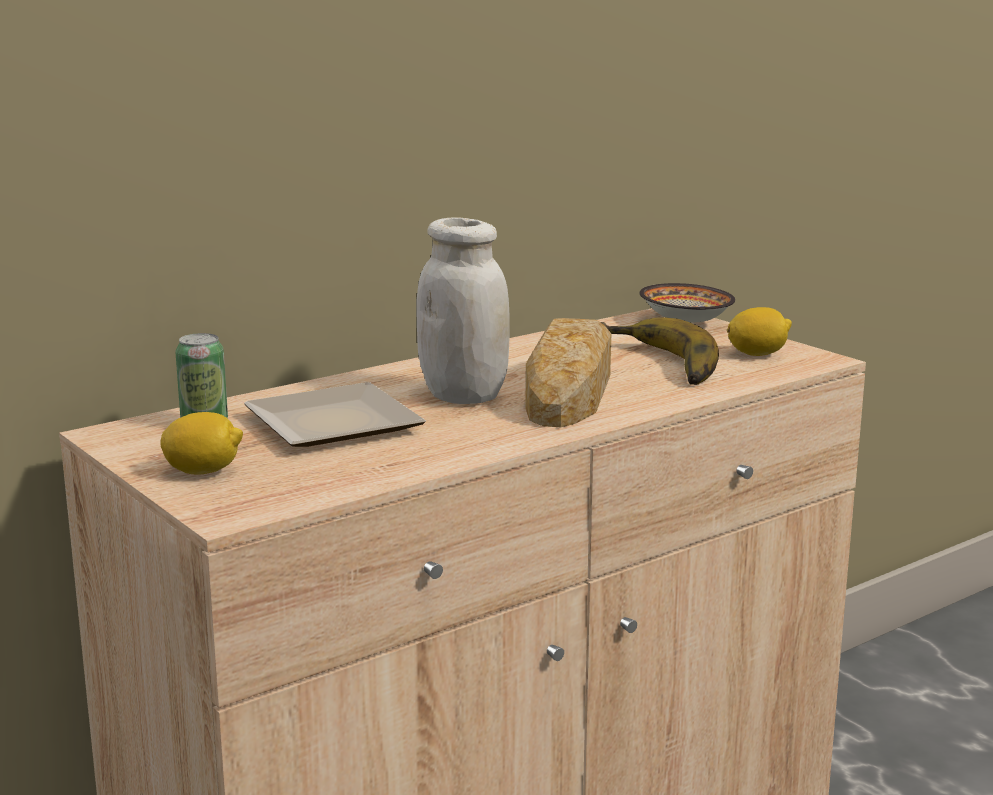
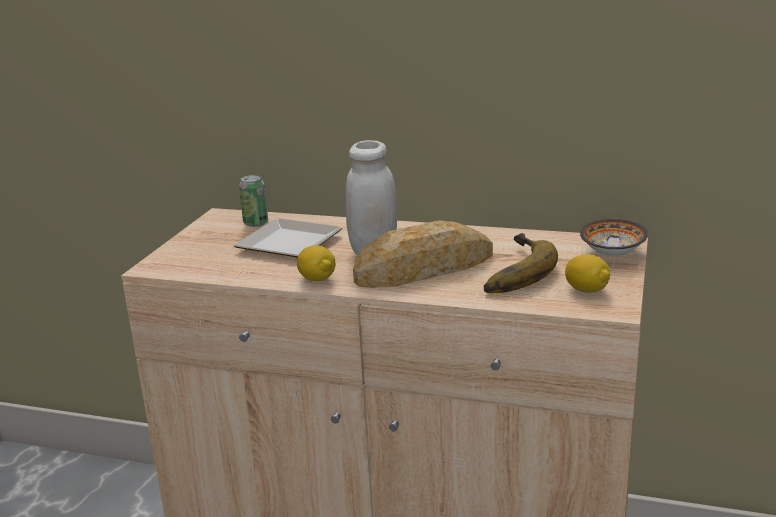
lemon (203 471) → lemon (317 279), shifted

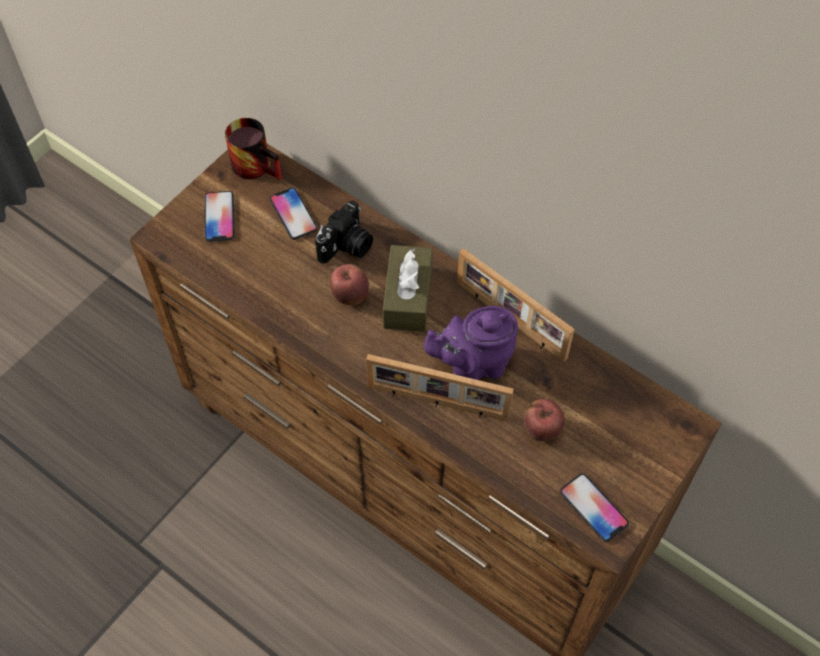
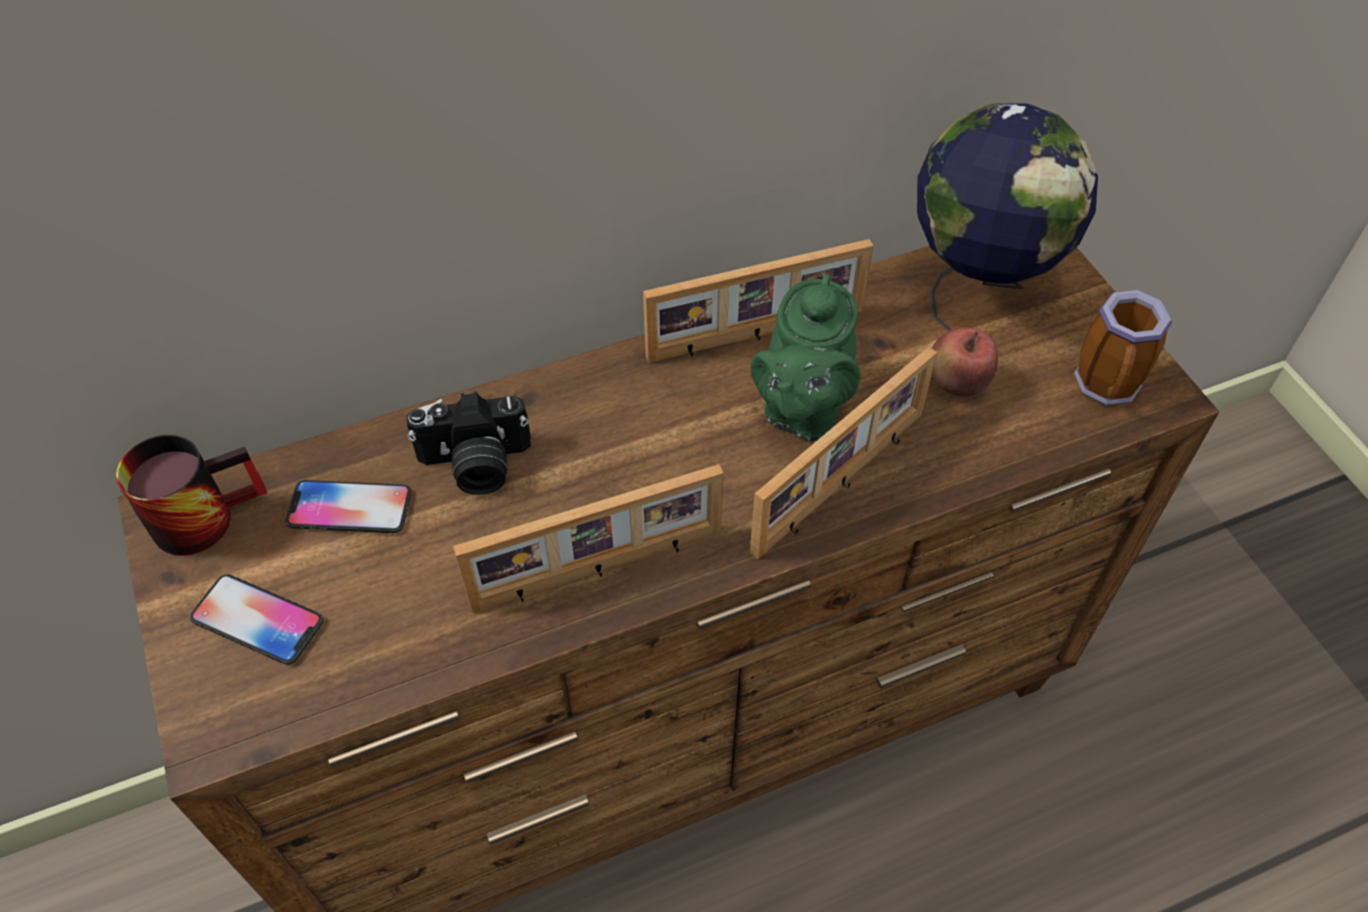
photo camera (347 247) → photo camera (475 465), 105 degrees clockwise
- → picture frame (598 570)
purple teapot (473 364) → green teapot (801 410)
- → globe (978 290)
phone (593 508) → mug (1109 388)
apple (350 296) → -
brown tissue box (408 297) → -

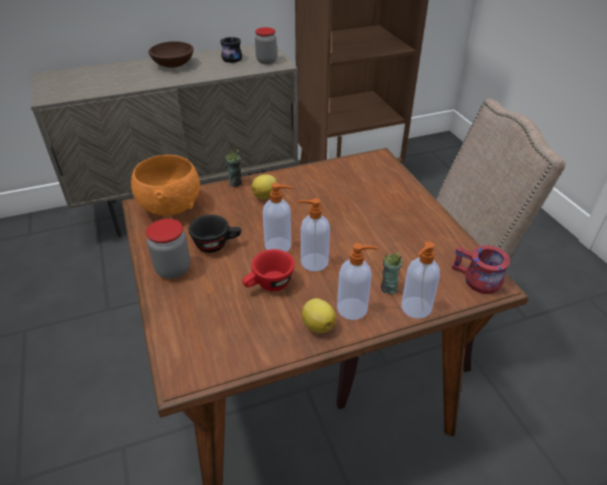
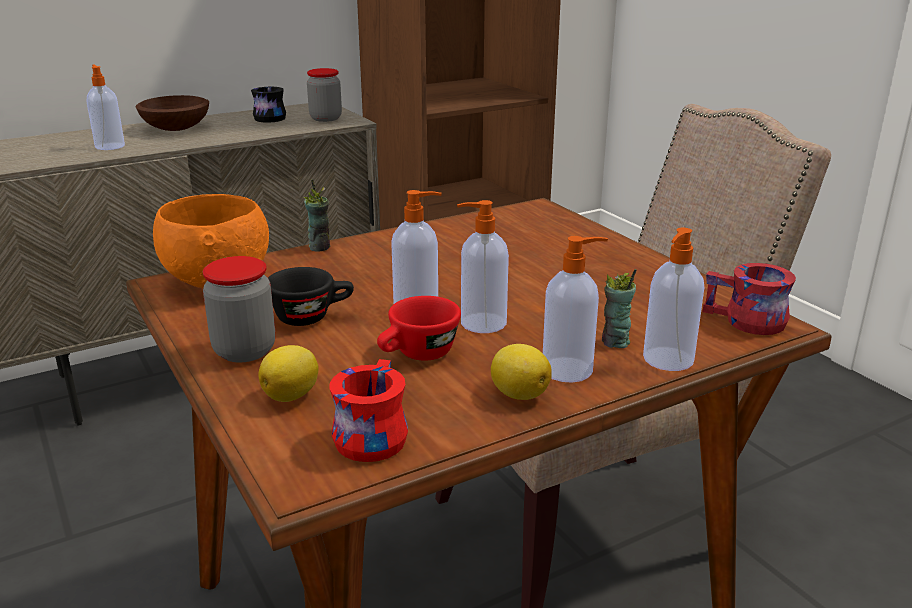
- → soap dispenser (109 146)
lemon (265 196) → lemon (292 395), shifted
- → red mug (368 434)

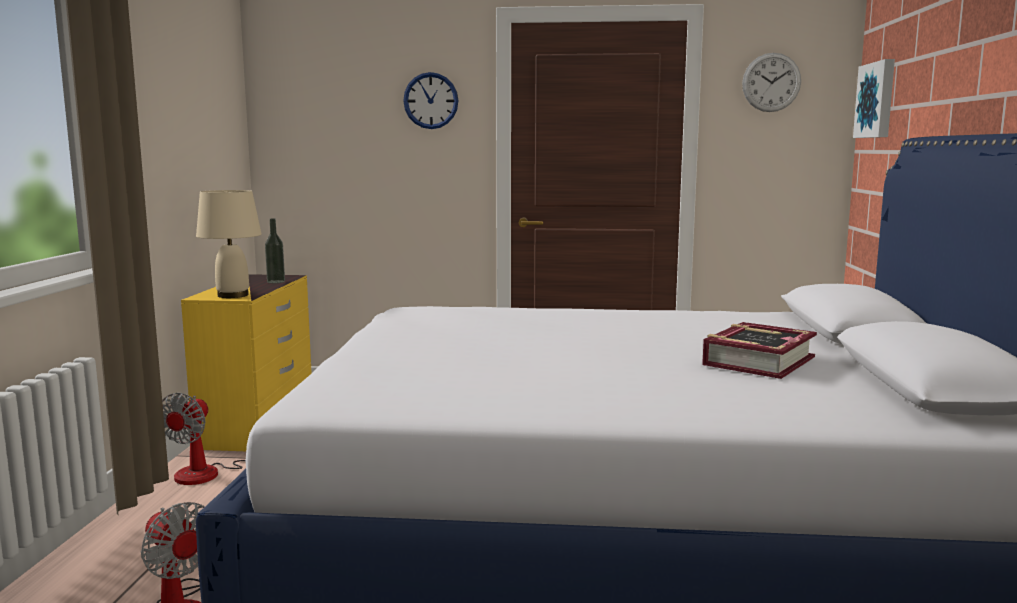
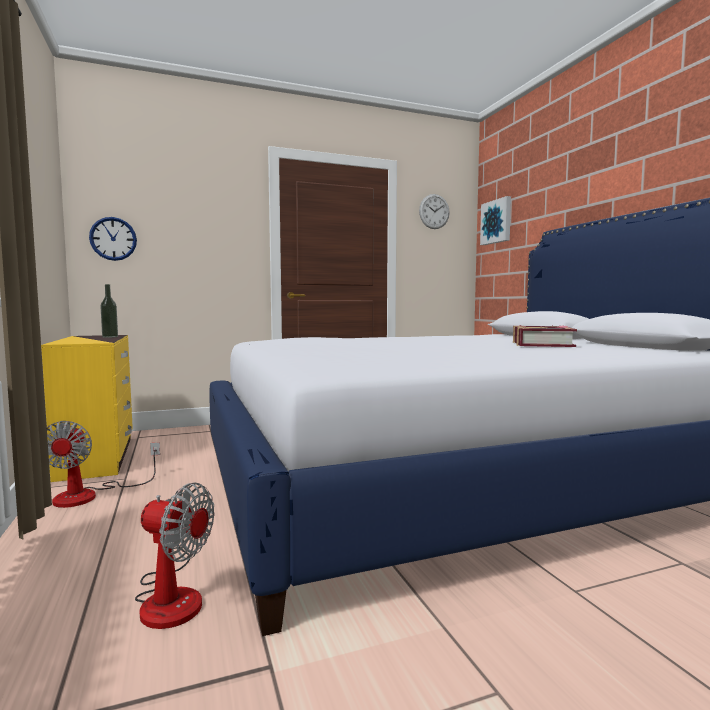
wall clock (431 100) → wall clock (113 239), shifted
beige table lamp (233 295) → -

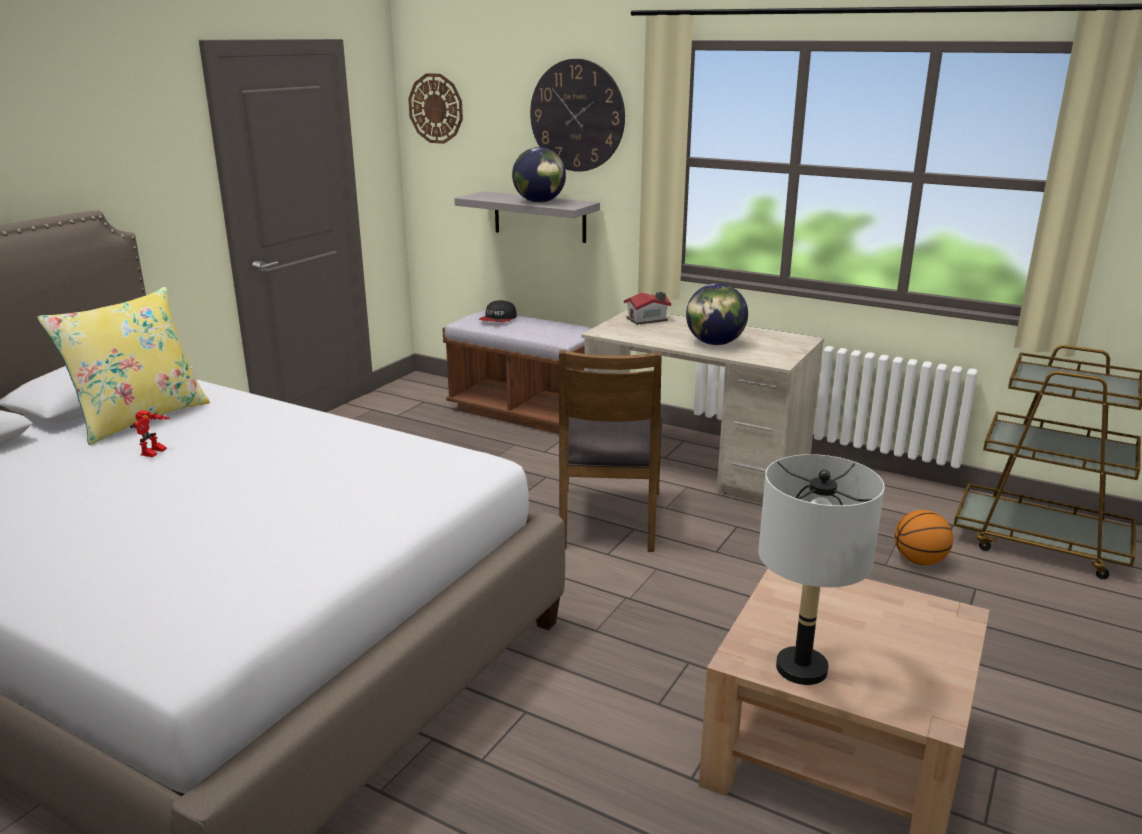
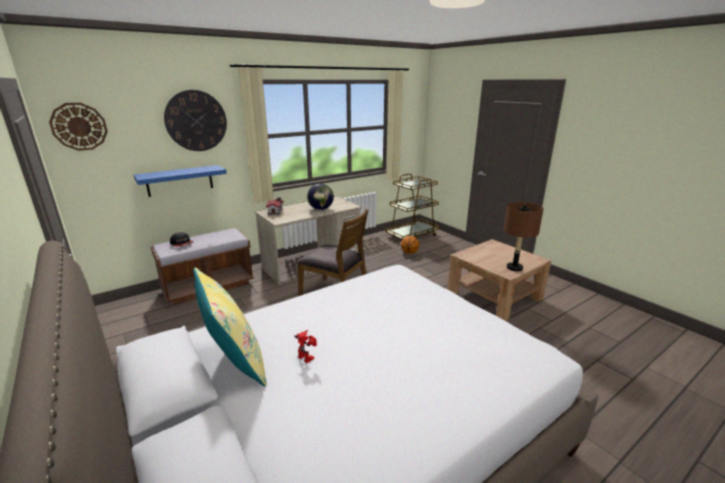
grey shelf (539 217) → blue shelf (180 180)
grey table lamp (802 668) → brown table lamp (514 268)
globe (539 202) → -

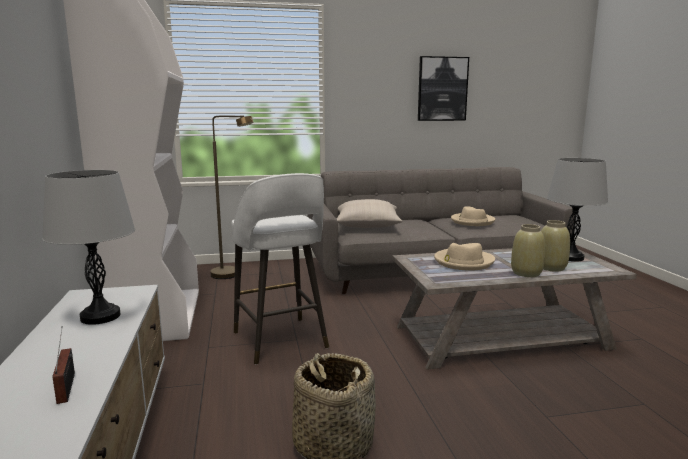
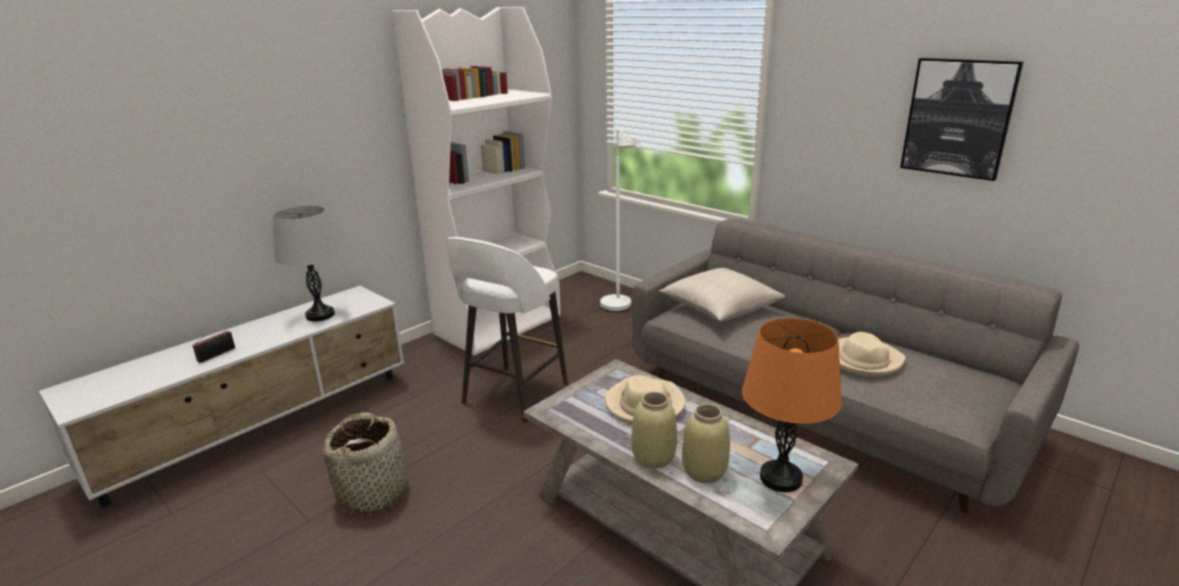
brown floor lamp (232 275) → white floor lamp (618 309)
grey table lamp (570 257) → orange table lamp (781 478)

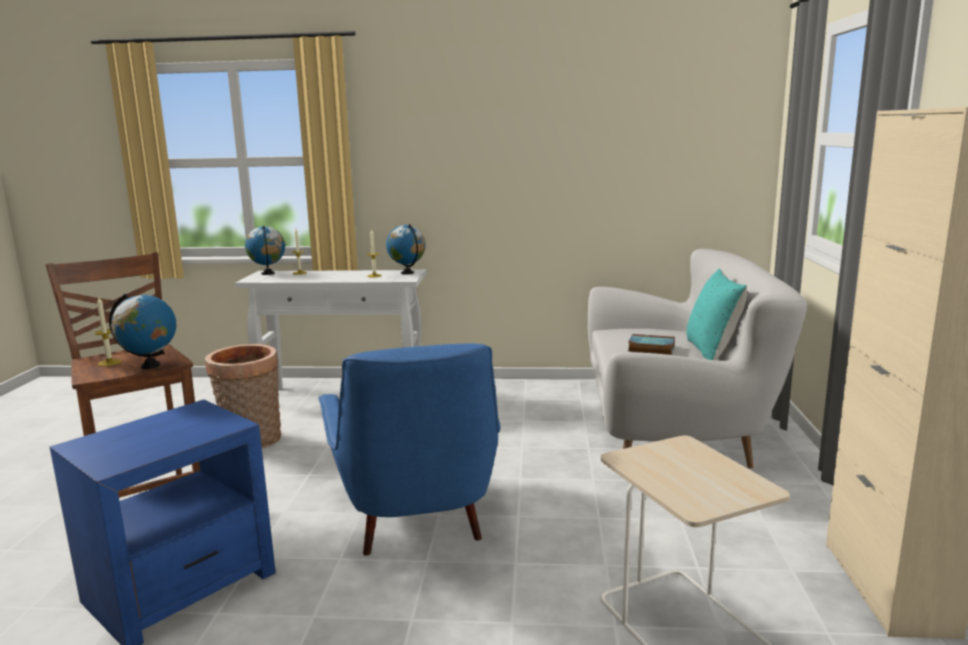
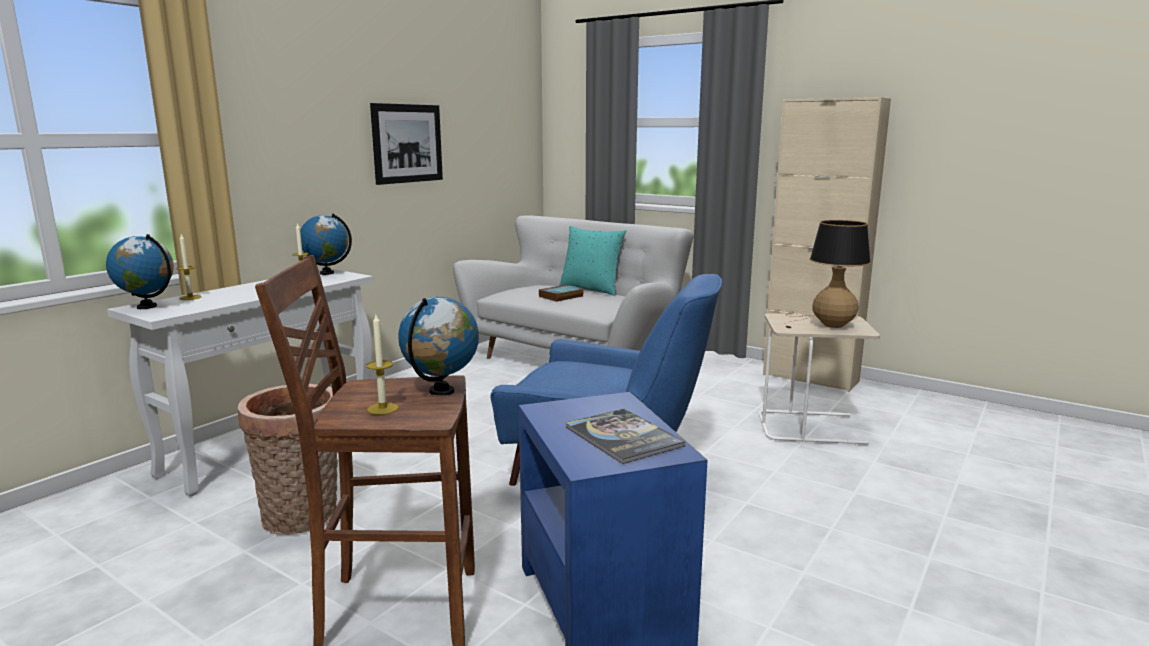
- → picture (407 143)
- → book (623 437)
- → table lamp (826 324)

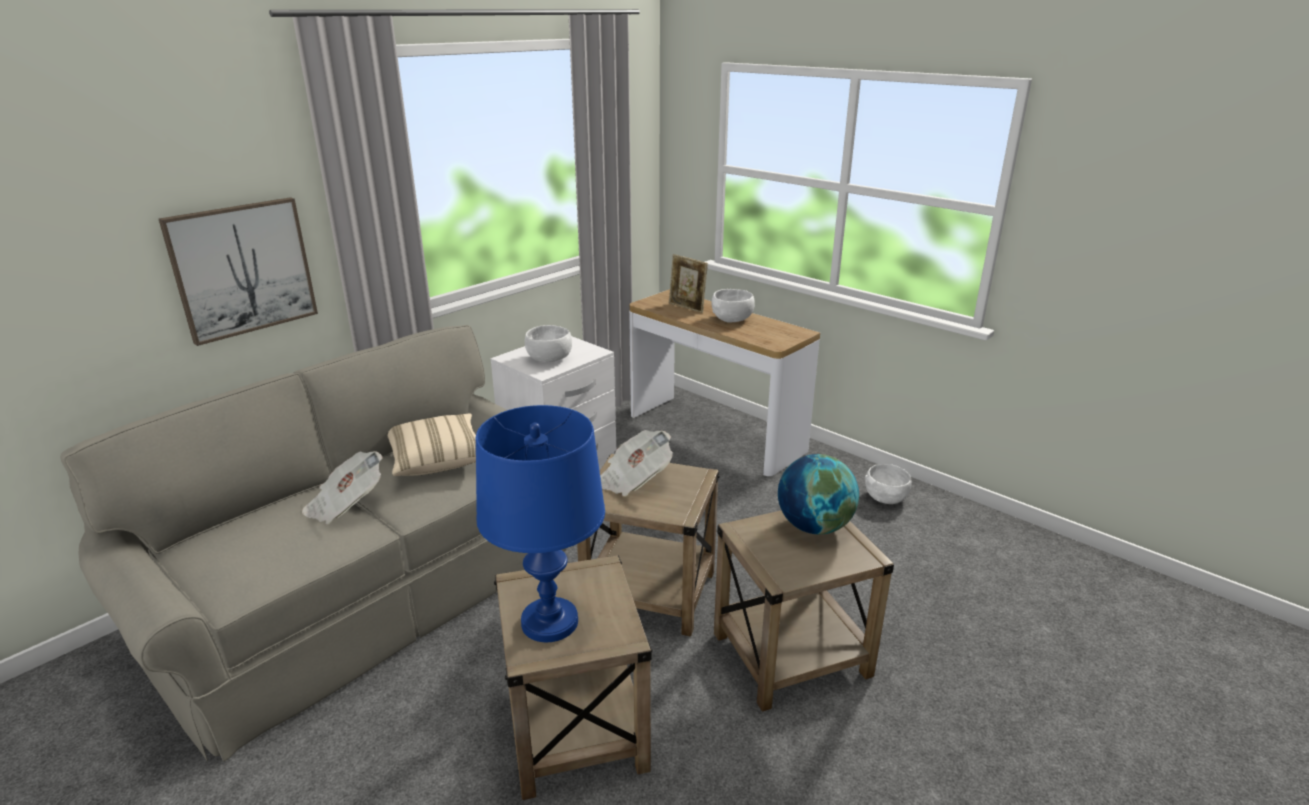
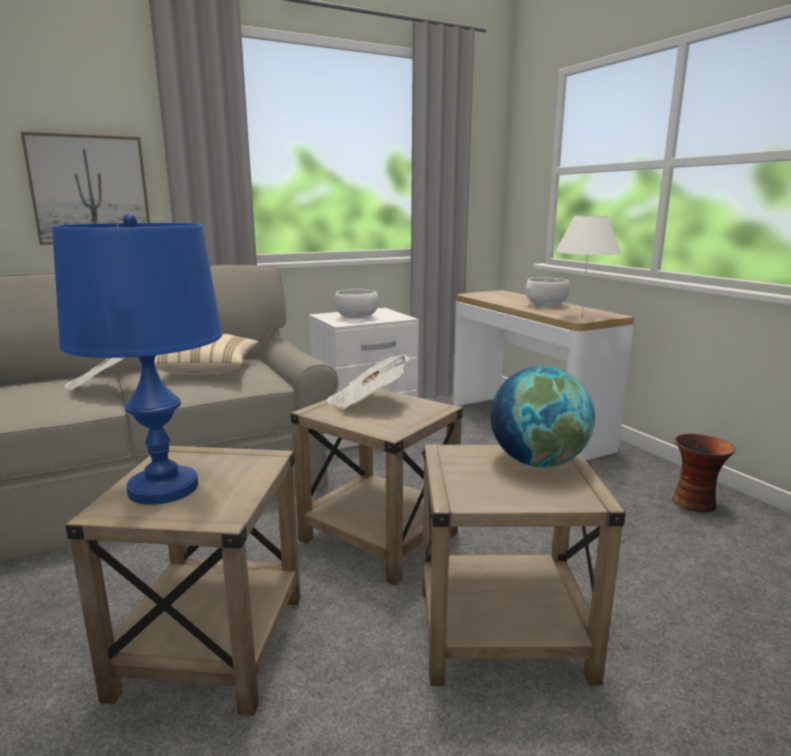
- → white table lamp (581 317)
white bowl (885 497) → vase (695 503)
picture frame (687 307) → -

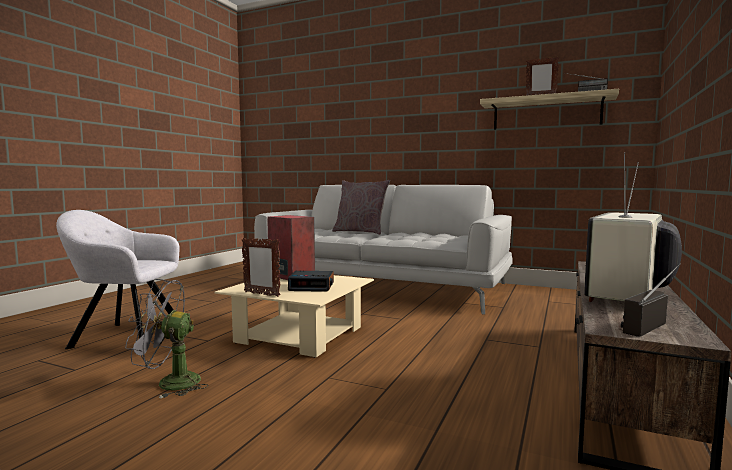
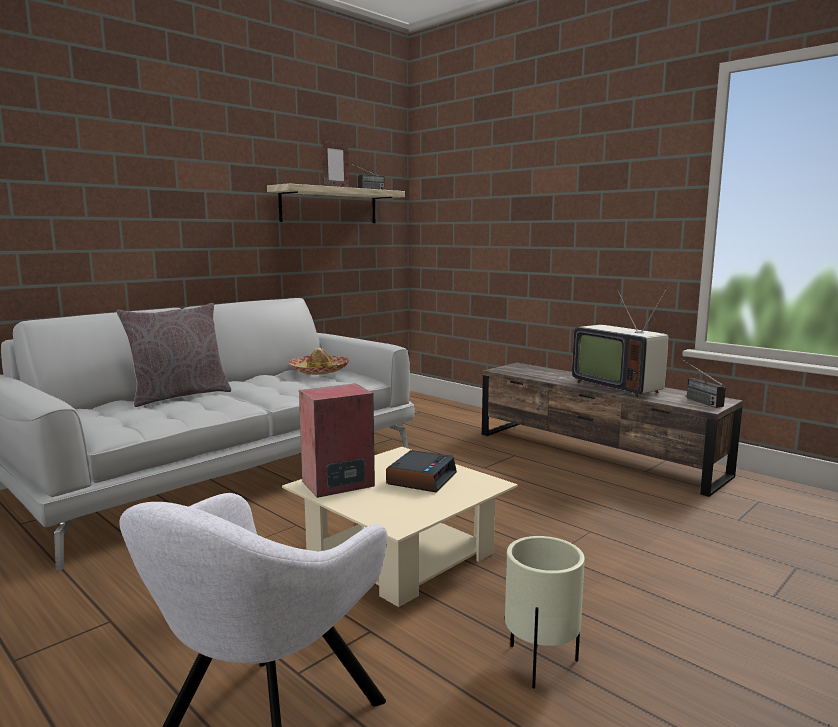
- → hat (319 371)
grey fan (169 383) → beige planter (541 665)
picture frame (261 294) → -

